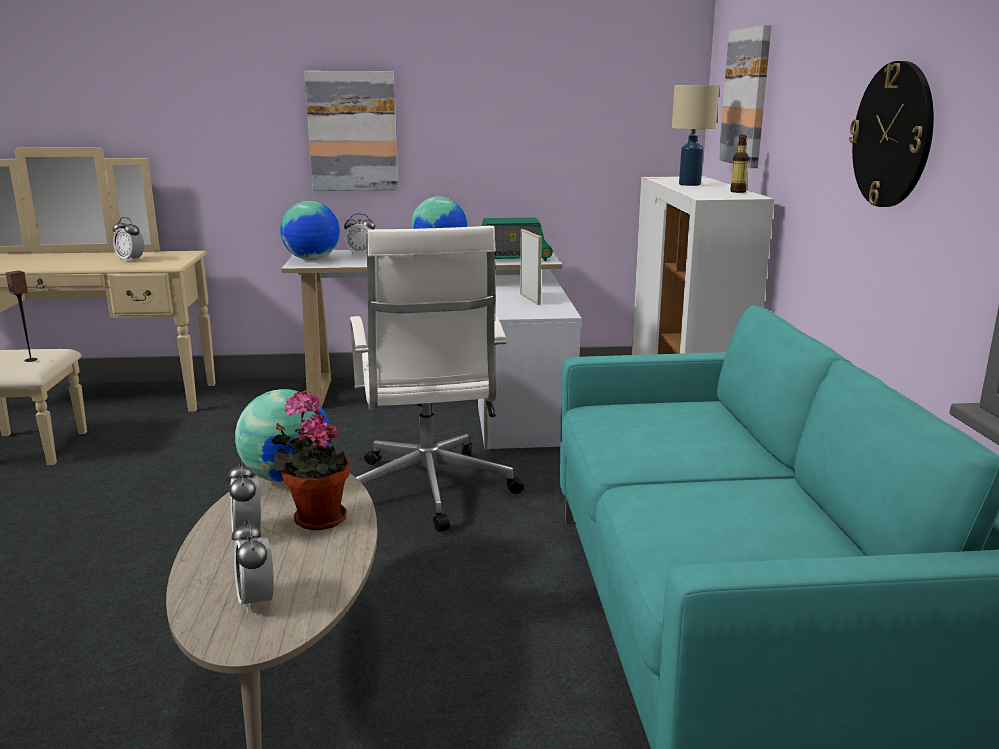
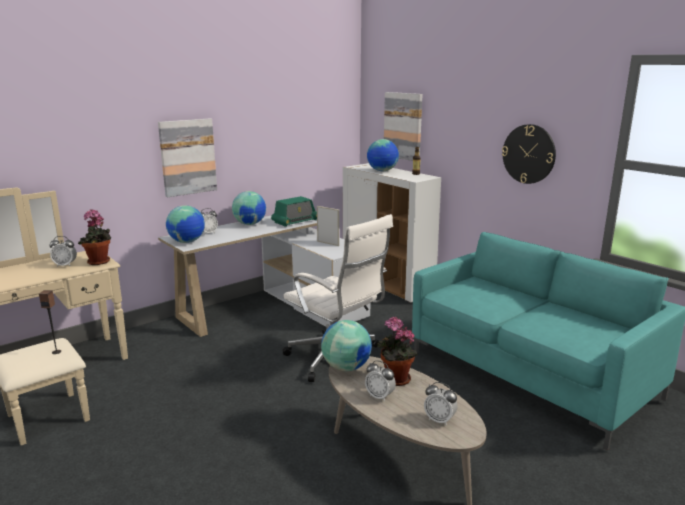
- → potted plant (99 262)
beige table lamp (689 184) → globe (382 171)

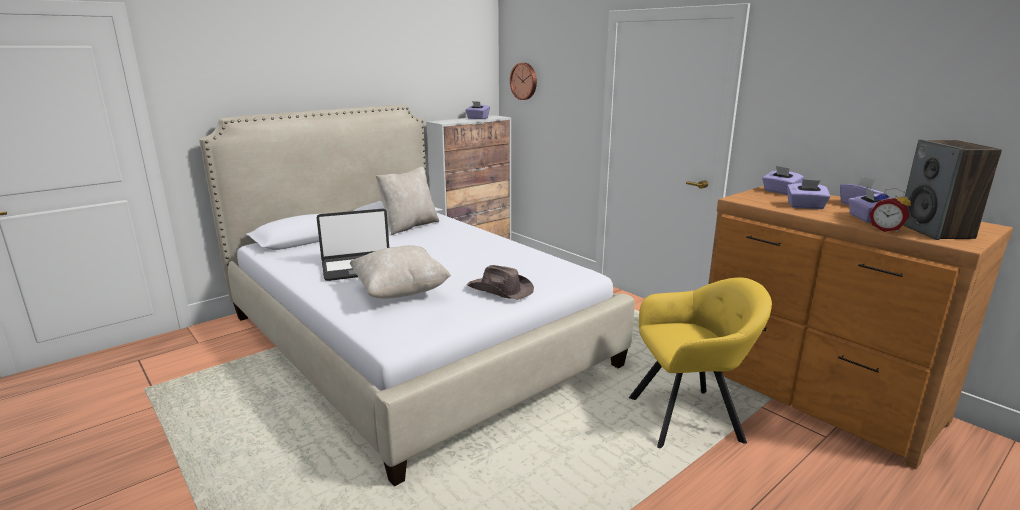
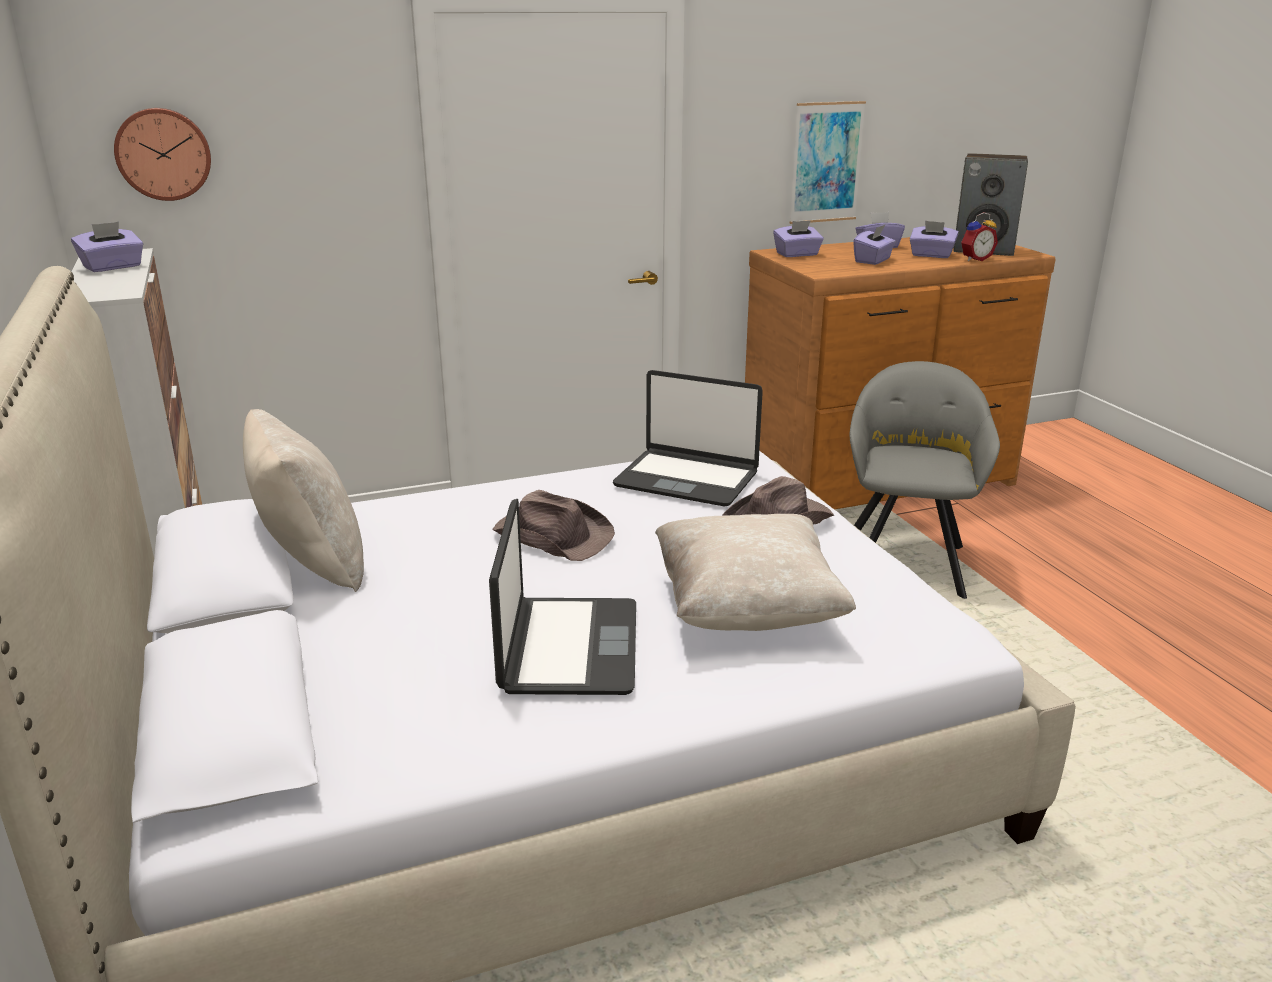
- → brown hat (552 535)
- → laptop (687 479)
- → picture (826 162)
yellow armchair (690 418) → grey armchair (906 561)

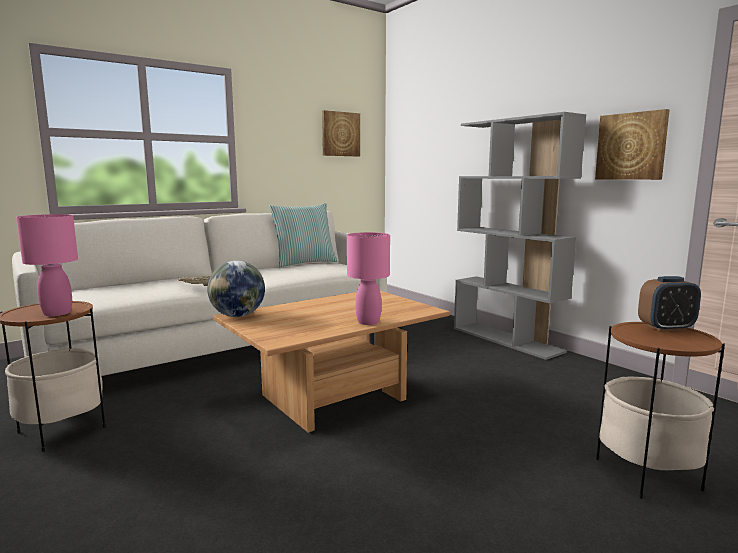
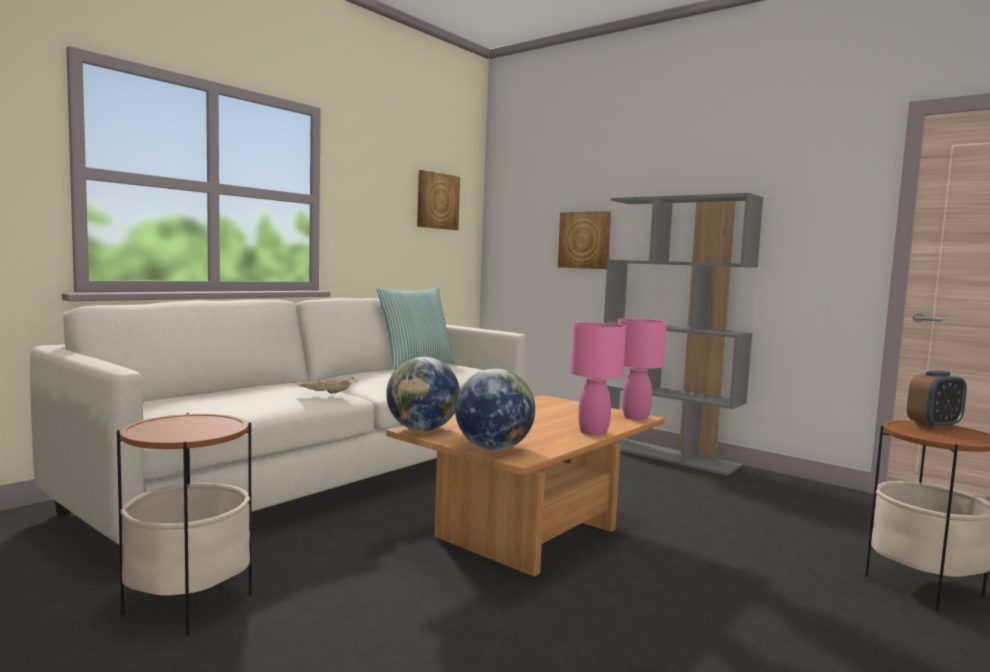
- → globe (493 448)
picture (631 146) → picture (585 240), shifted
pink table lamp (57 313) → pink table lamp (635 417), shifted

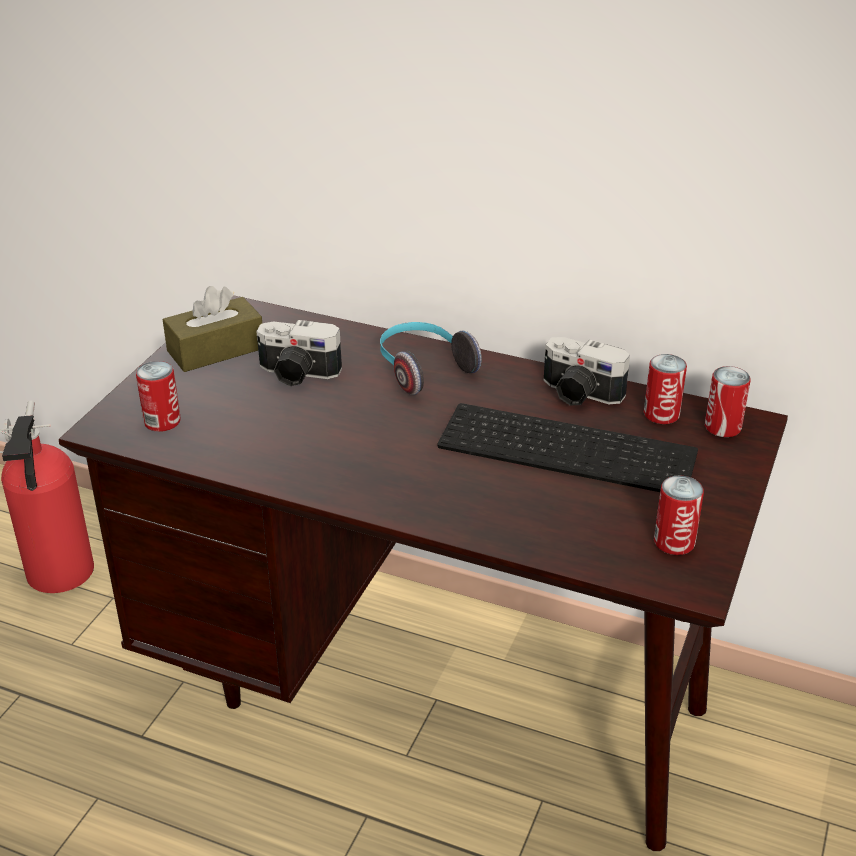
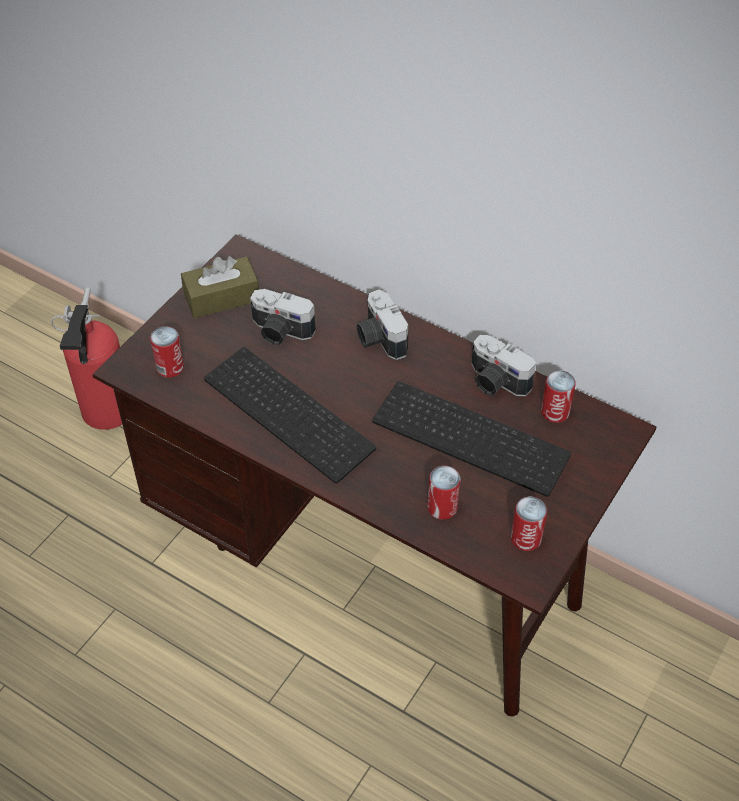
- → keyboard (292 412)
headphones (422 368) → photo camera (379 338)
can (722 427) → can (442 507), shifted

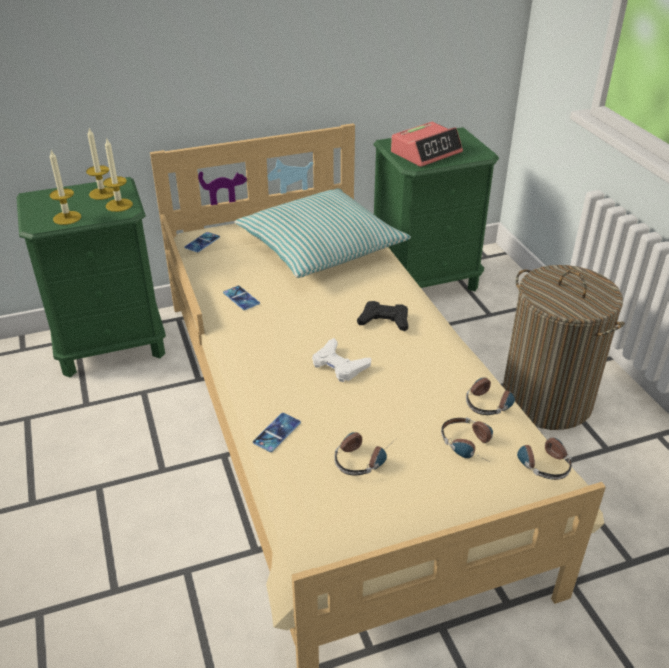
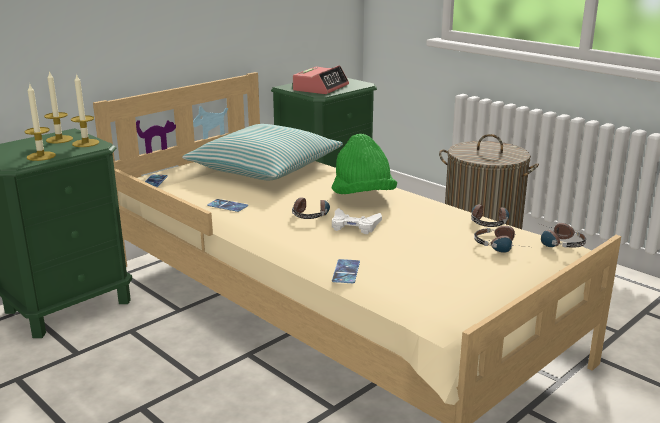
headphones (363 457) → headphones (311 213), shifted
black game controller (384 320) → green hat (362 197)

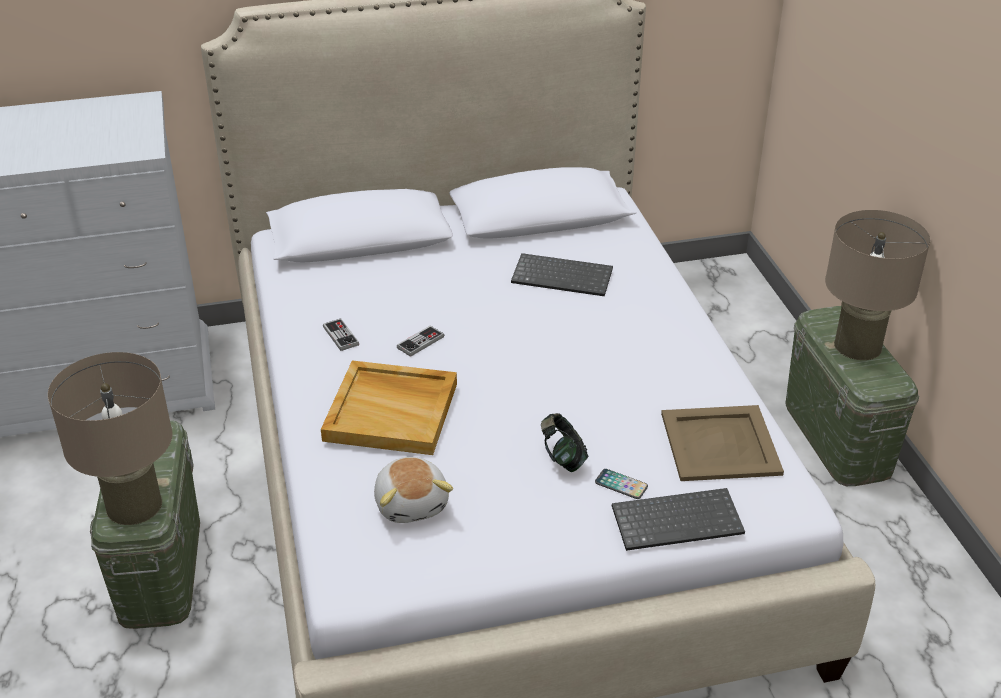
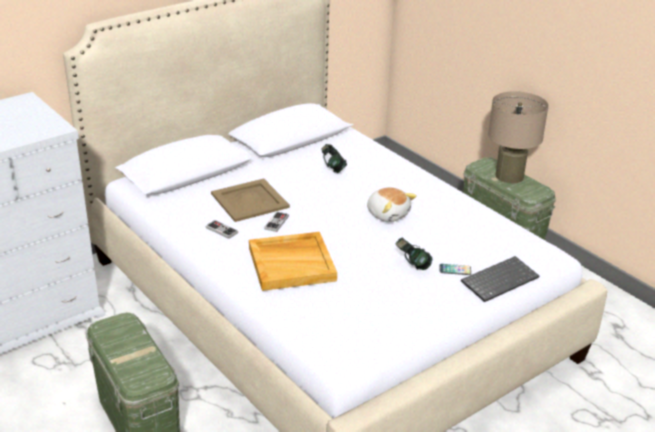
beige tray (719 444) → beige tray (249 201), shifted
keyboard (563 276) → headphones (333 168)
plush toy (412 503) → plush toy (388 214), shifted
beige table lamp (134 505) → -

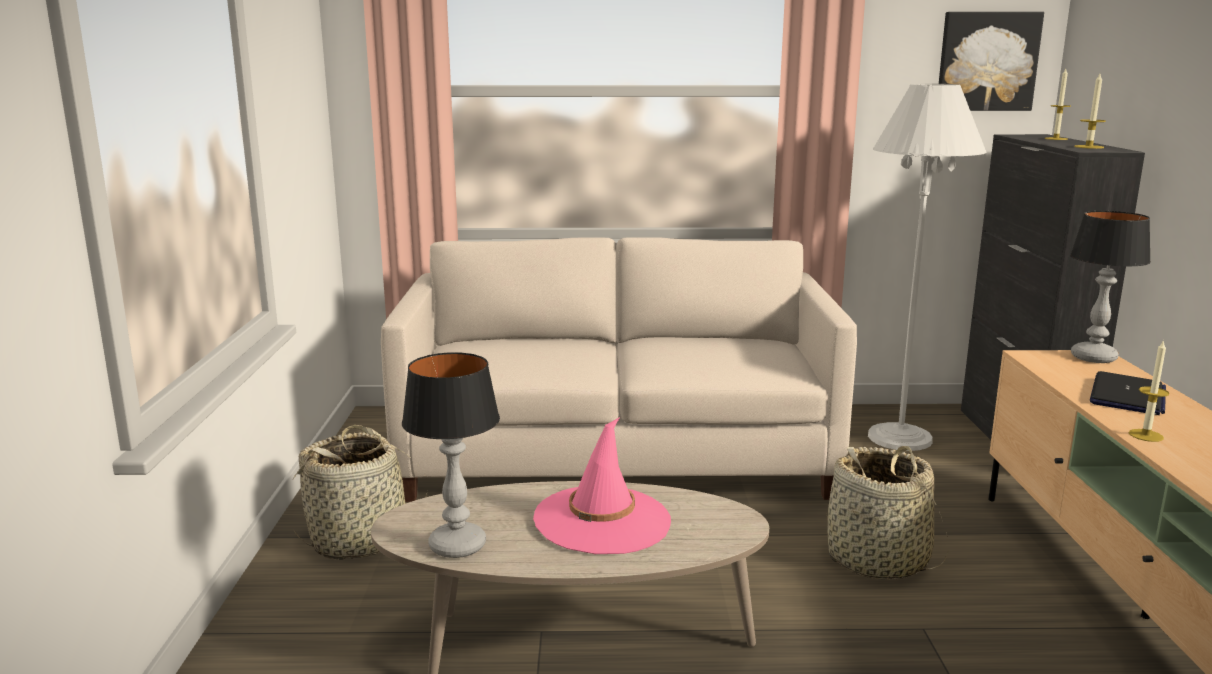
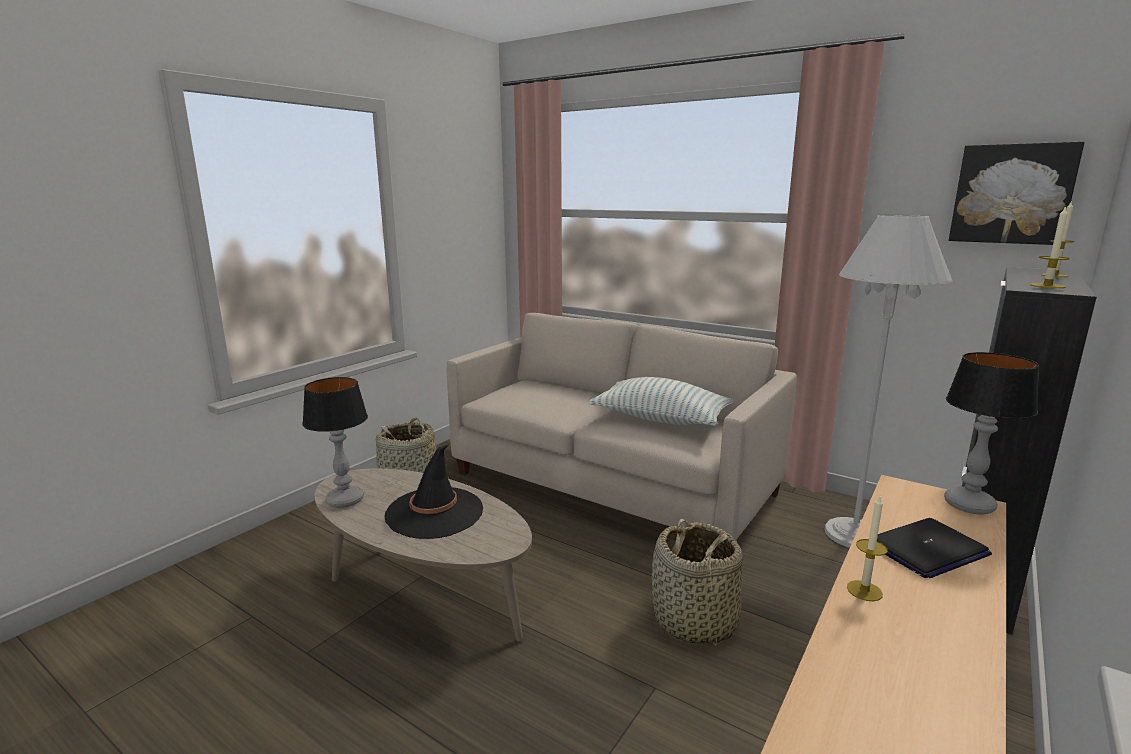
pink hat (602 520) → black hat (434 513)
- → pillow (660 419)

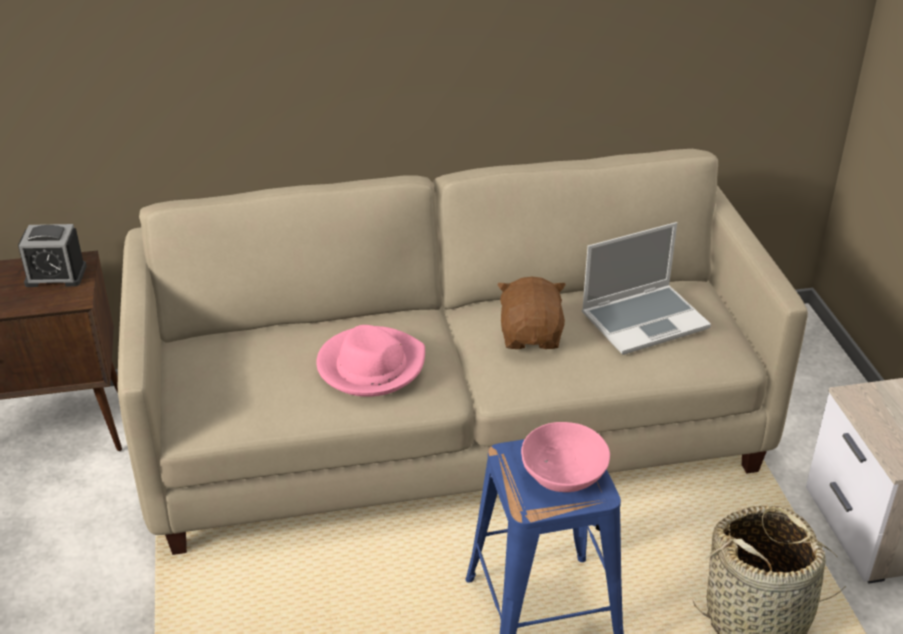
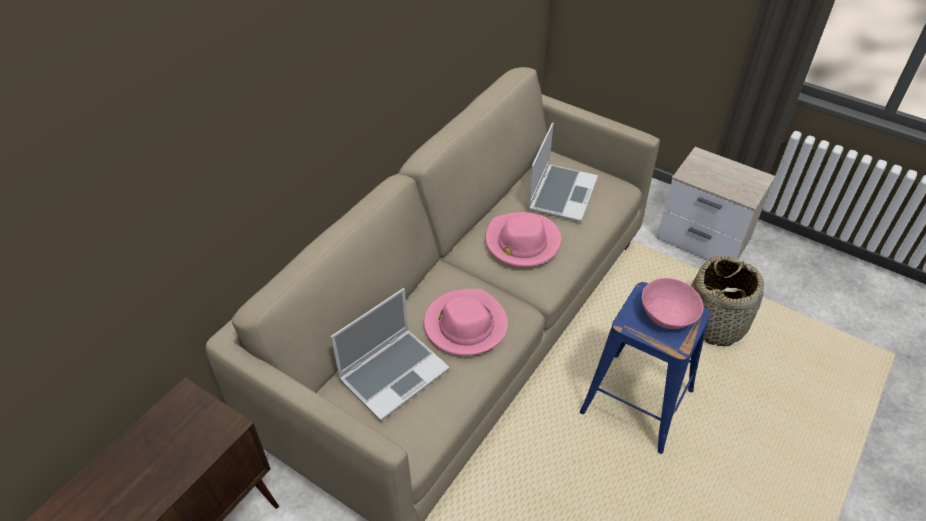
- → laptop (394 373)
brown plush toy (531 336) → pink hat (522 243)
alarm clock (56 275) → -

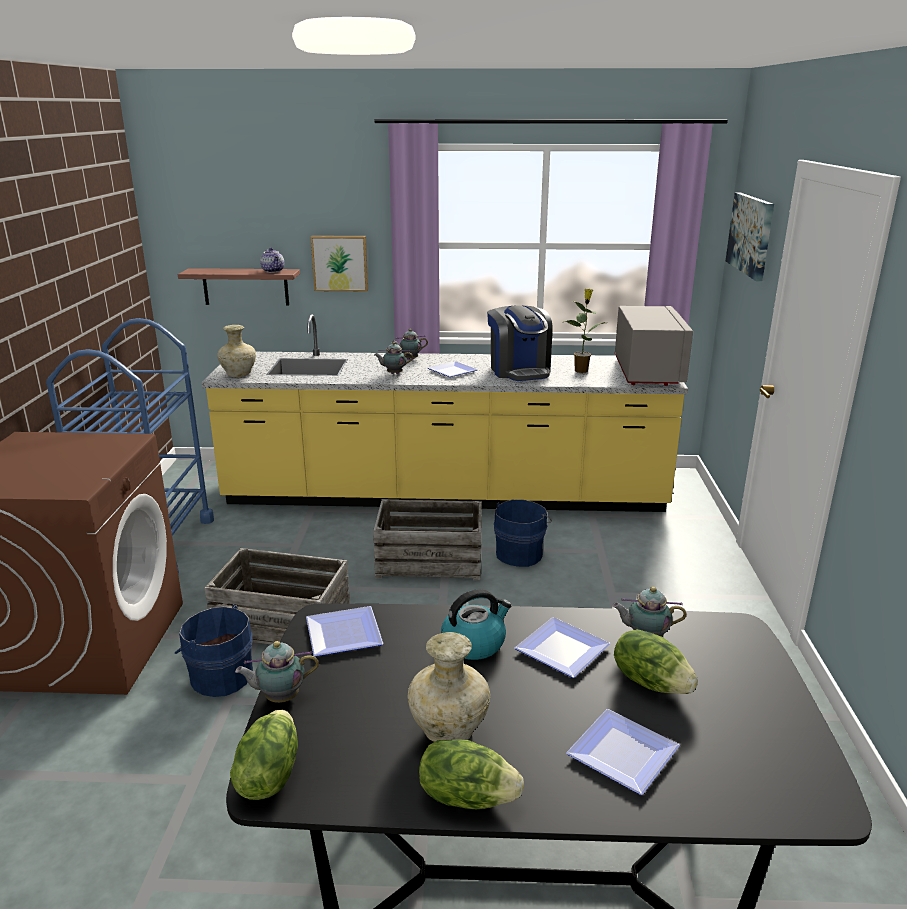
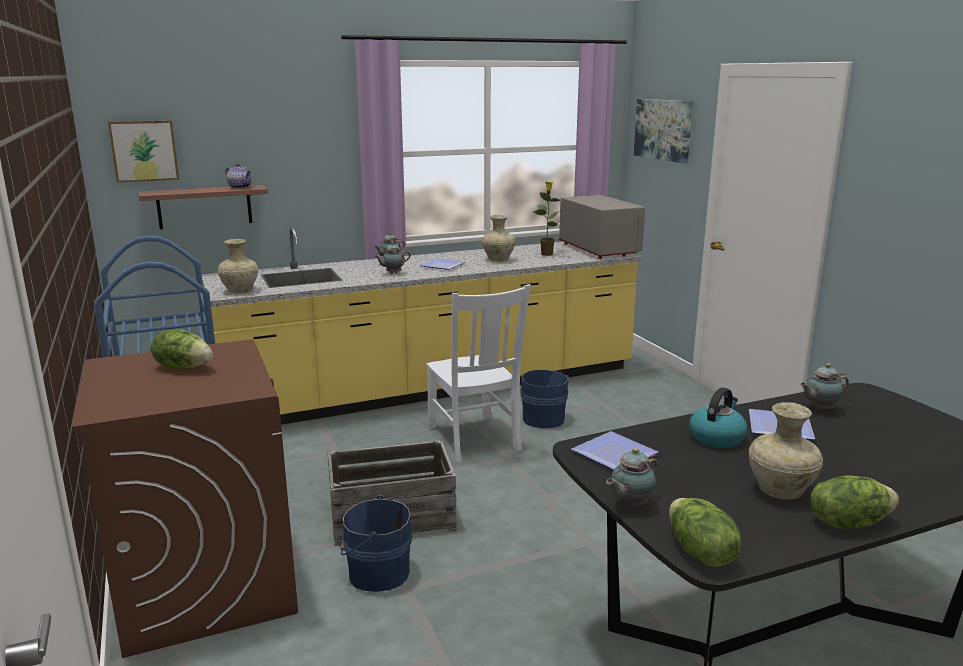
picture (340 263) → picture (144 150), shifted
lettuce (651 682) → lettuce (183 367), shifted
crate (429 561) → white chair (474 439)
coffee machine (519 371) → beige vase (498 259)
plate (621 751) → -

